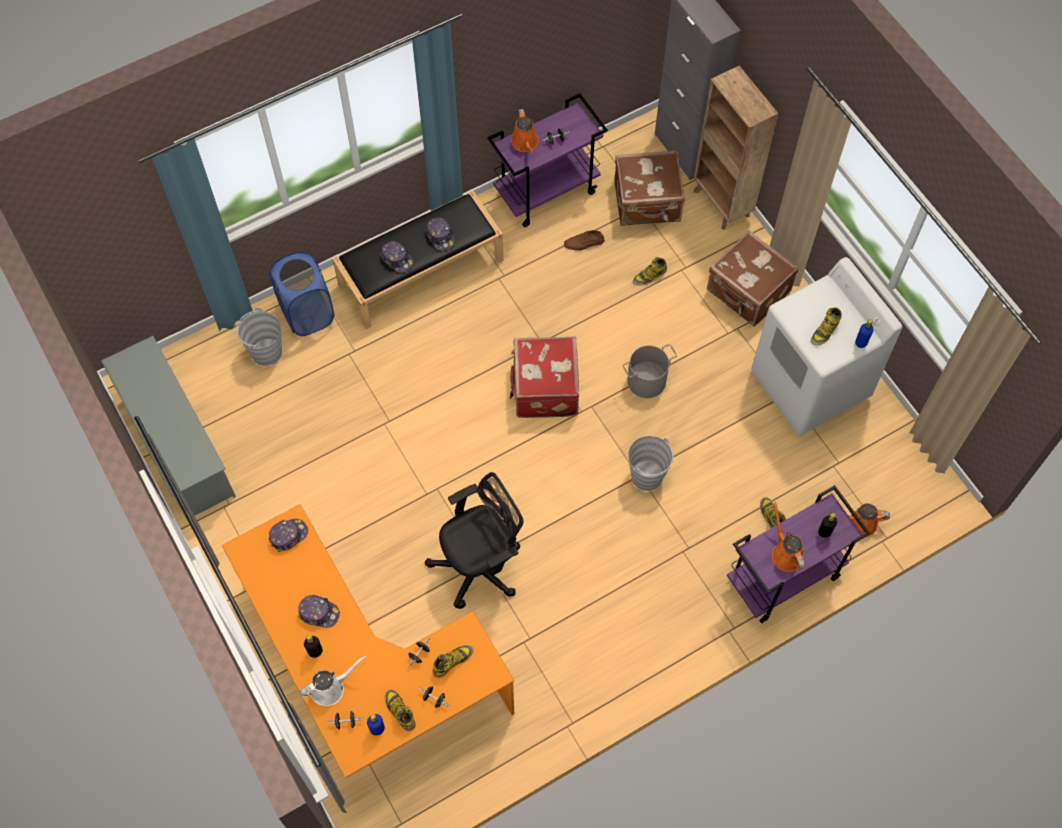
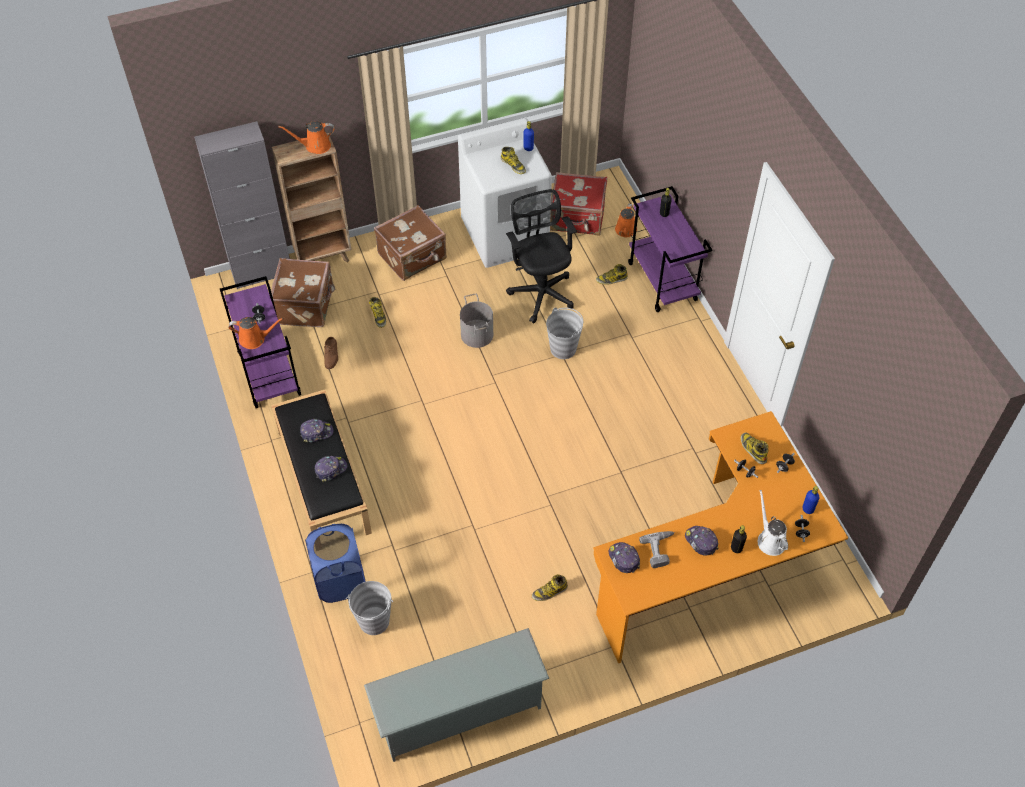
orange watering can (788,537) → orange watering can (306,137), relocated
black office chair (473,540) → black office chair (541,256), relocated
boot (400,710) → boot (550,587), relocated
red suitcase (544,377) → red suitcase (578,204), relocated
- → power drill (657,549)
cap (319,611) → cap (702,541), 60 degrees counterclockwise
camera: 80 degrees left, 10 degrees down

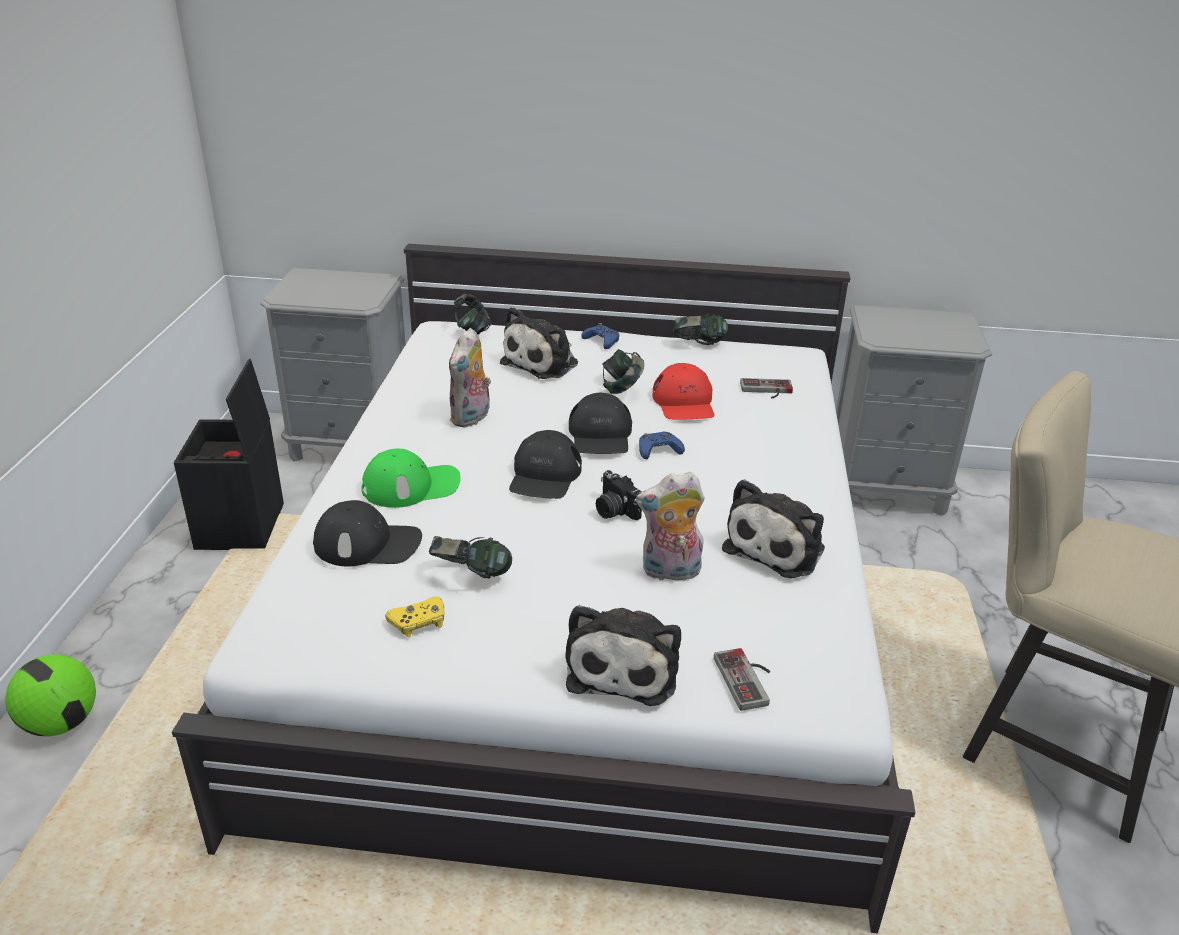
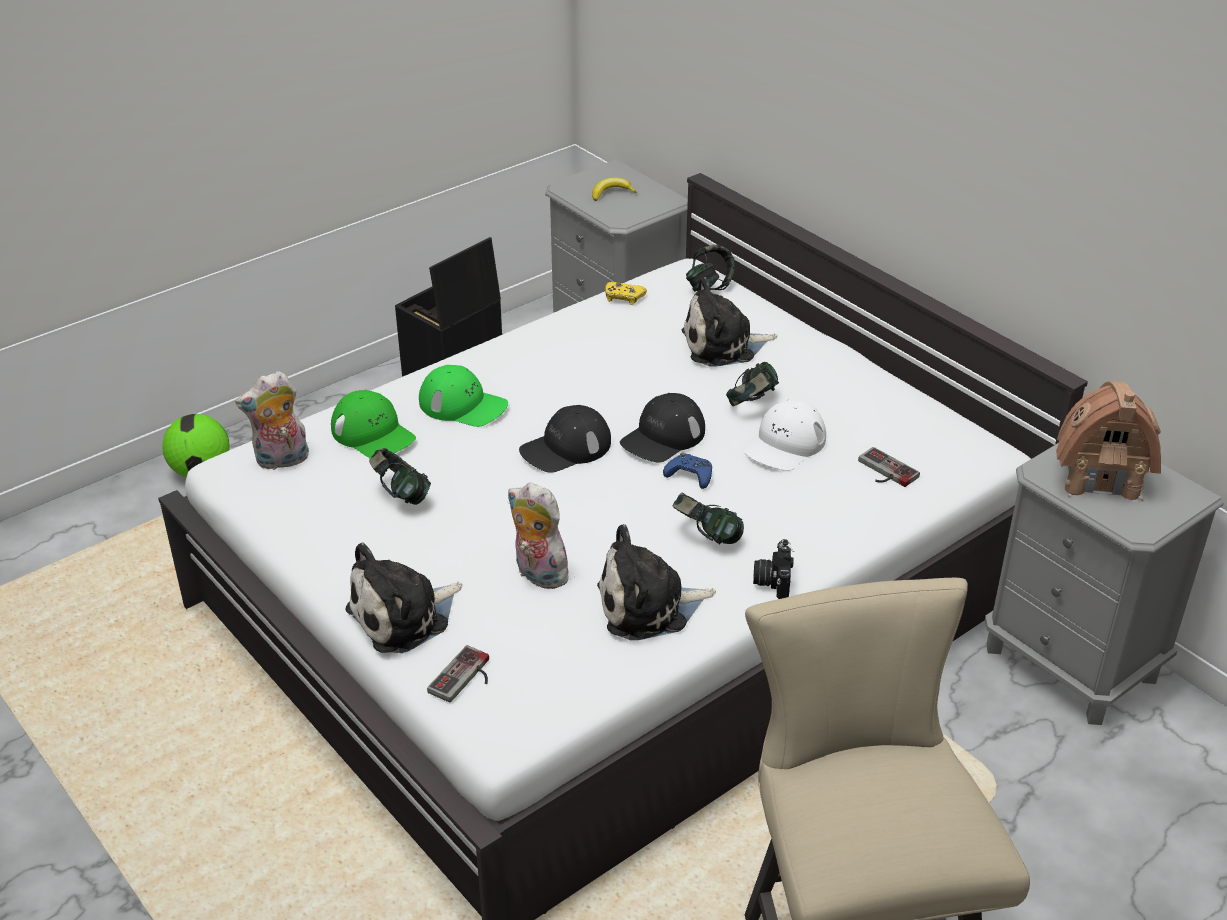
plush toy (470,378) → plush toy (272,420), relocated
black cap (367,533) → green cap (373,424)
- → banana (614,189)
yellow game controller (414,616) → yellow game controller (626,293), relocated
headphones (700,329) → headphones (708,518), relocated
red cap (683,391) → white cap (785,435)
photo camera (619,495) → photo camera (773,569), relocated
- → toy house (1108,442)
blue game controller (600,336) → -
camera: 45 degrees right, 5 degrees up

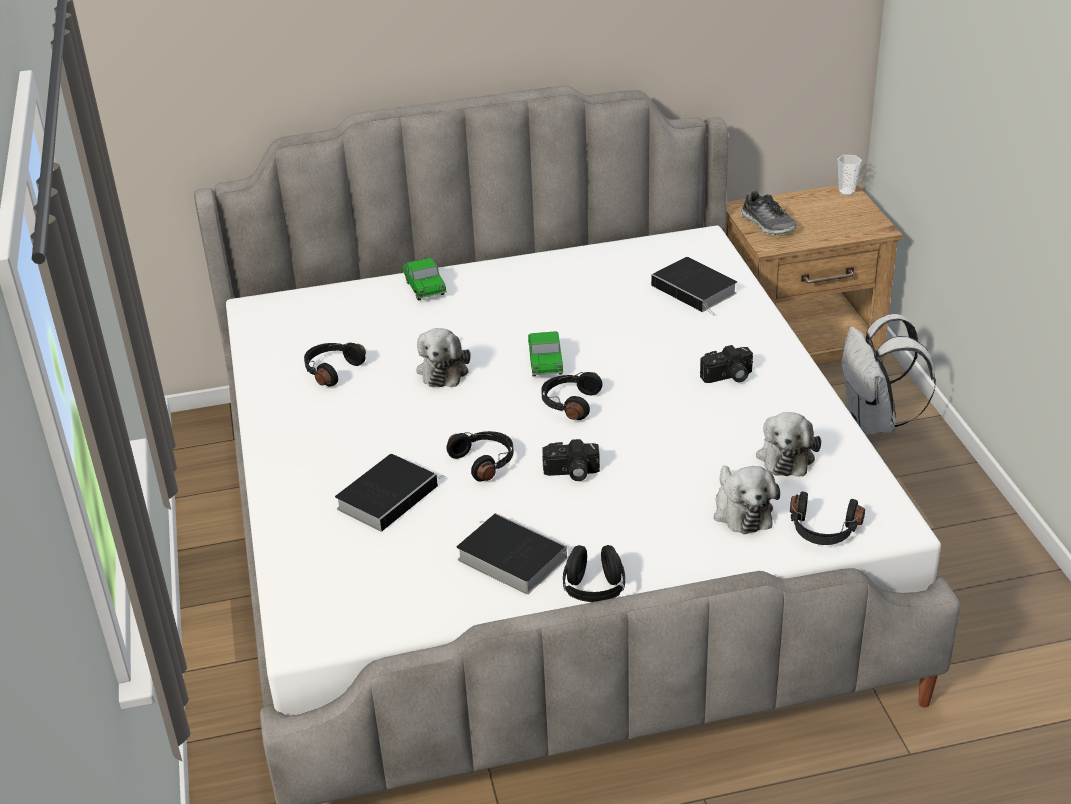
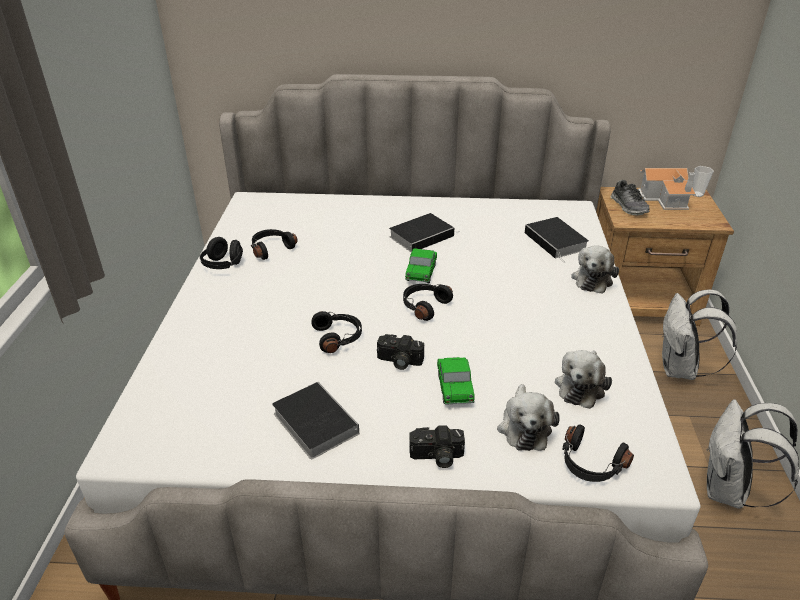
black headphones (594,573) → black headphones (221,253), relocated
book (390,493) → book (423,232), relocated
photo camera (726,364) → photo camera (437,446), relocated
toy car (424,279) → toy car (456,381), relocated
plush toy (443,357) → plush toy (595,269), relocated
- → toy house (667,189)
- → white backpack (752,454)
camera: 15 degrees right, 0 degrees up

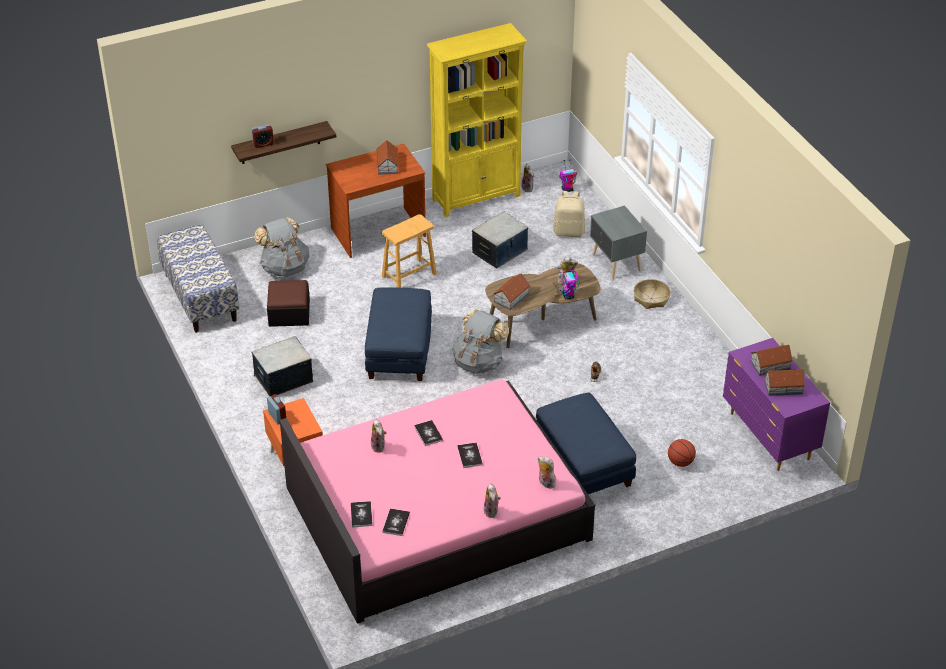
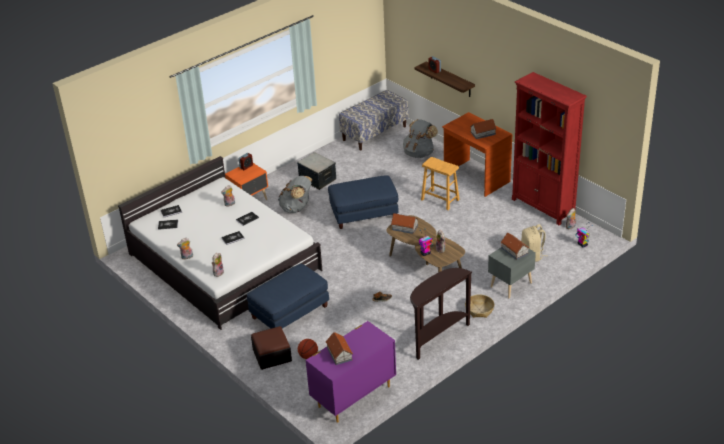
pink bed (437,501) → white bed (220,243)
ottoman (288,303) → ottoman (271,348), relocated
grey backpack (480,342) → grey backpack (295,194), relocated
- → brown console table (441,314)
toy house (771,360) → toy house (515,246), relocated
yellow bookcase (477,120) → red bookcase (549,148)
storage box (500,240) → -
camera: 75 degrees right, 5 degrees down

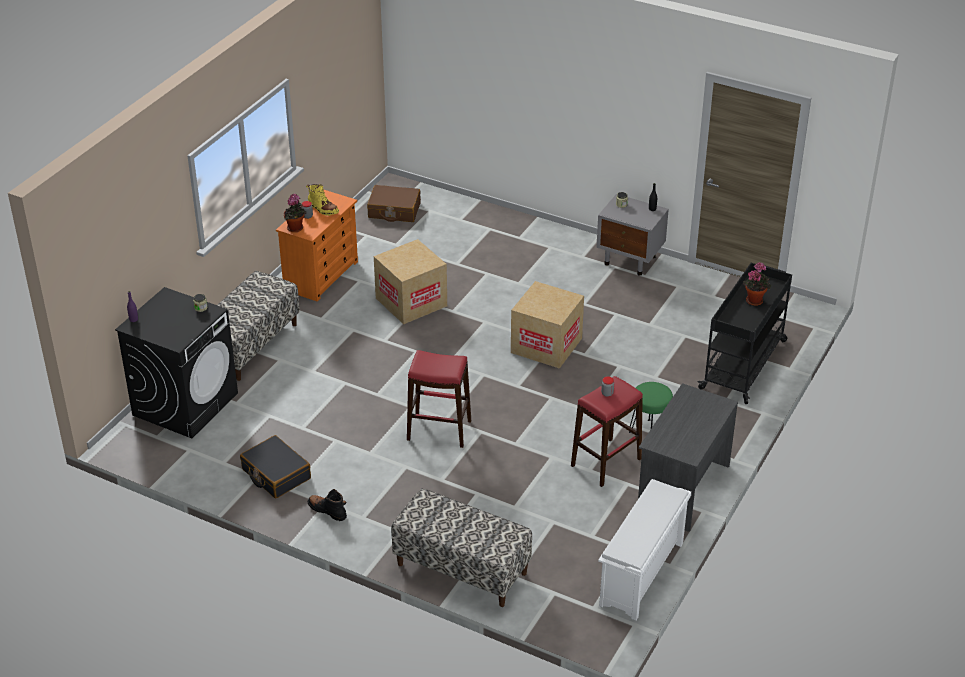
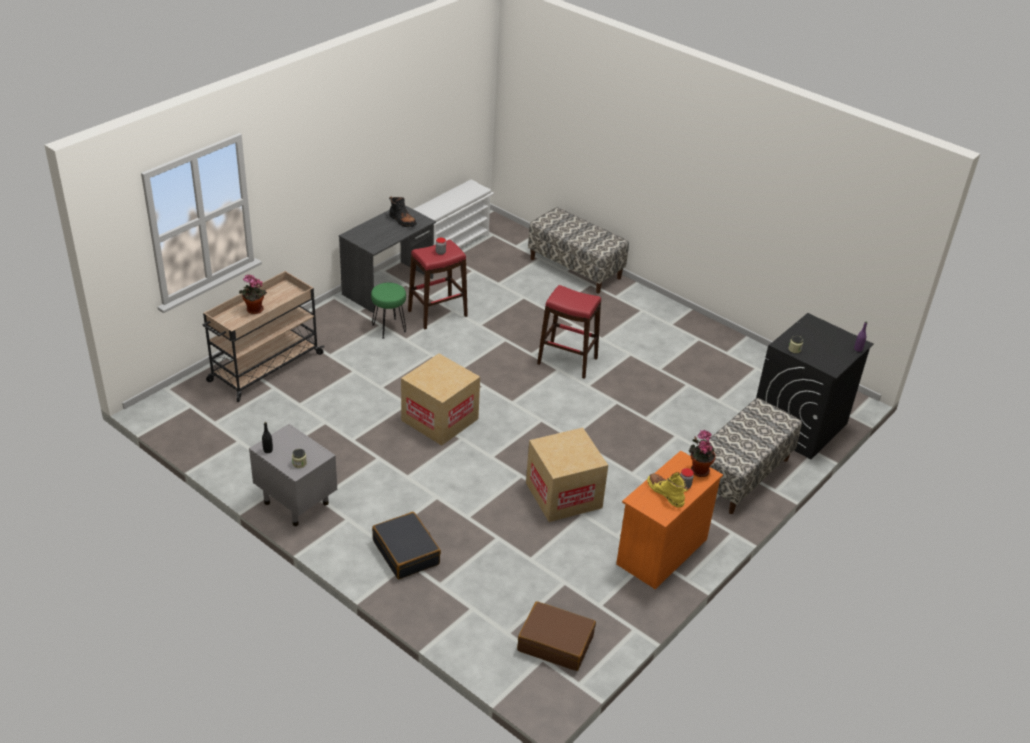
black cart (744,333) → beige cart (263,336)
black suitcase (275,466) → black suitcase (406,545), relocated
black boot (327,505) → black boot (403,212), relocated
camera: 170 degrees left, 0 degrees up

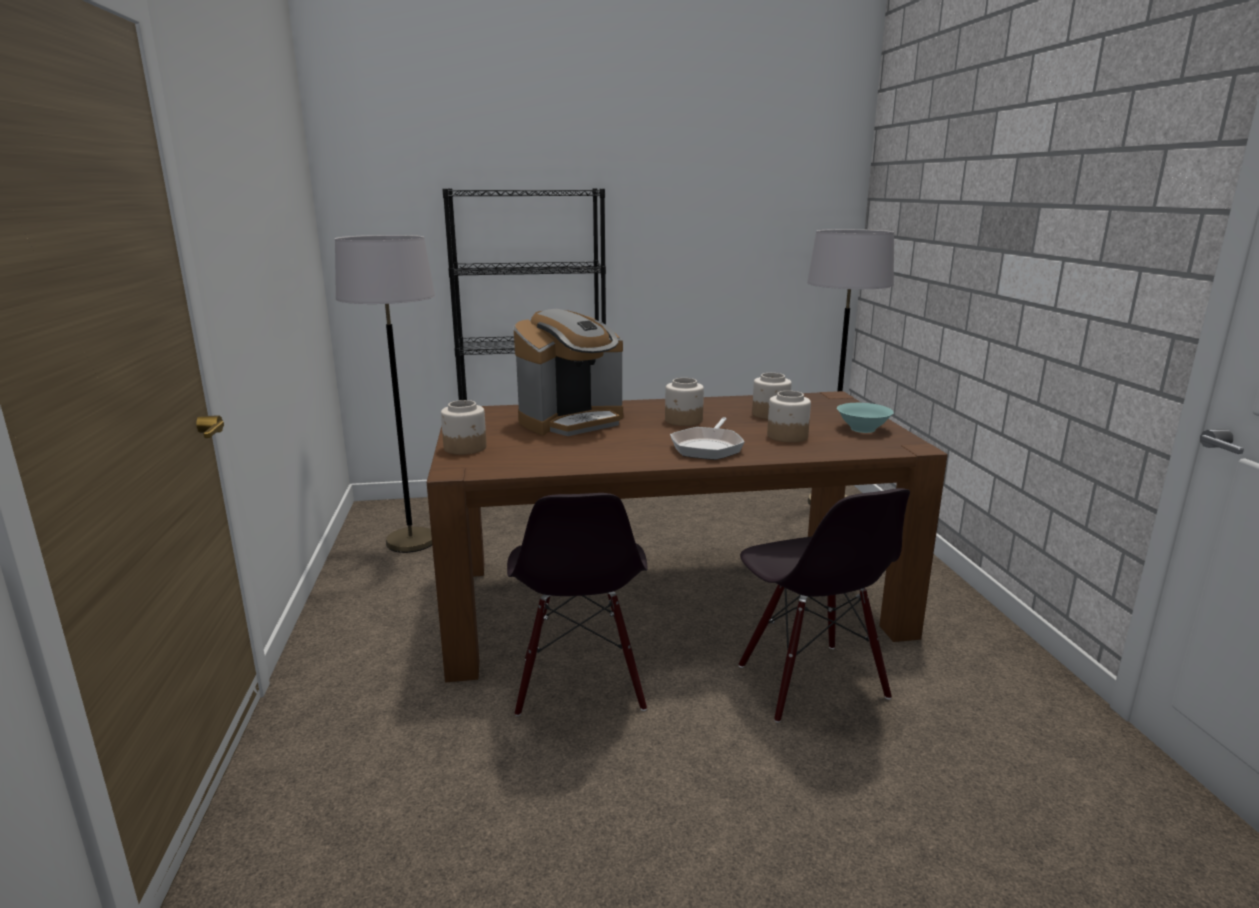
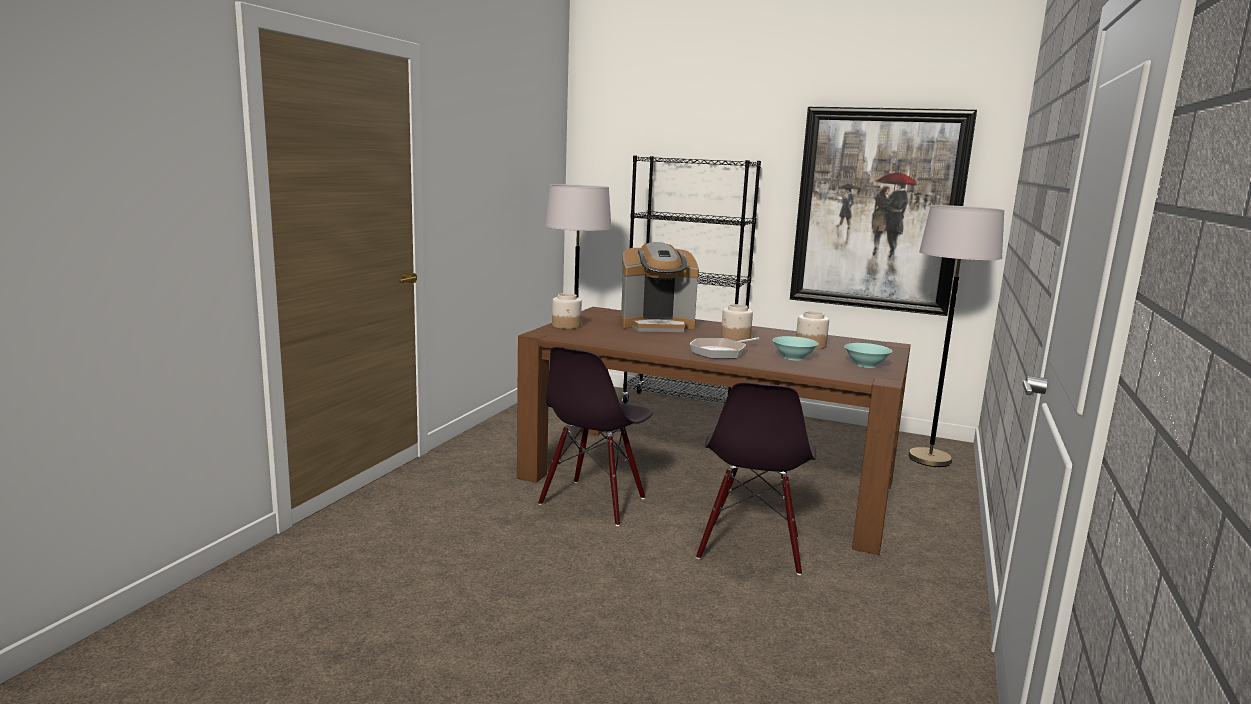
jar (789,417) → turquoise bowl (795,348)
- → picture (883,211)
camera: 30 degrees right, 5 degrees down

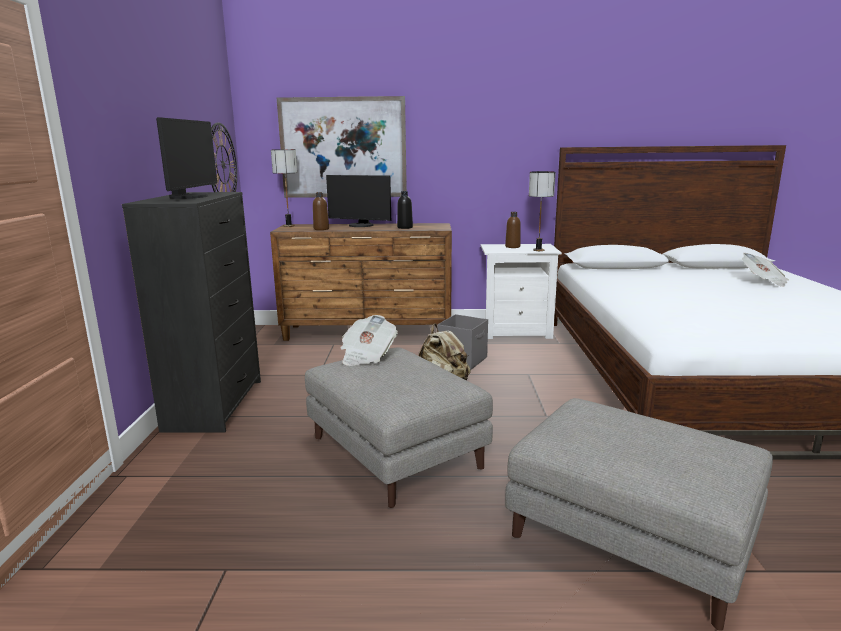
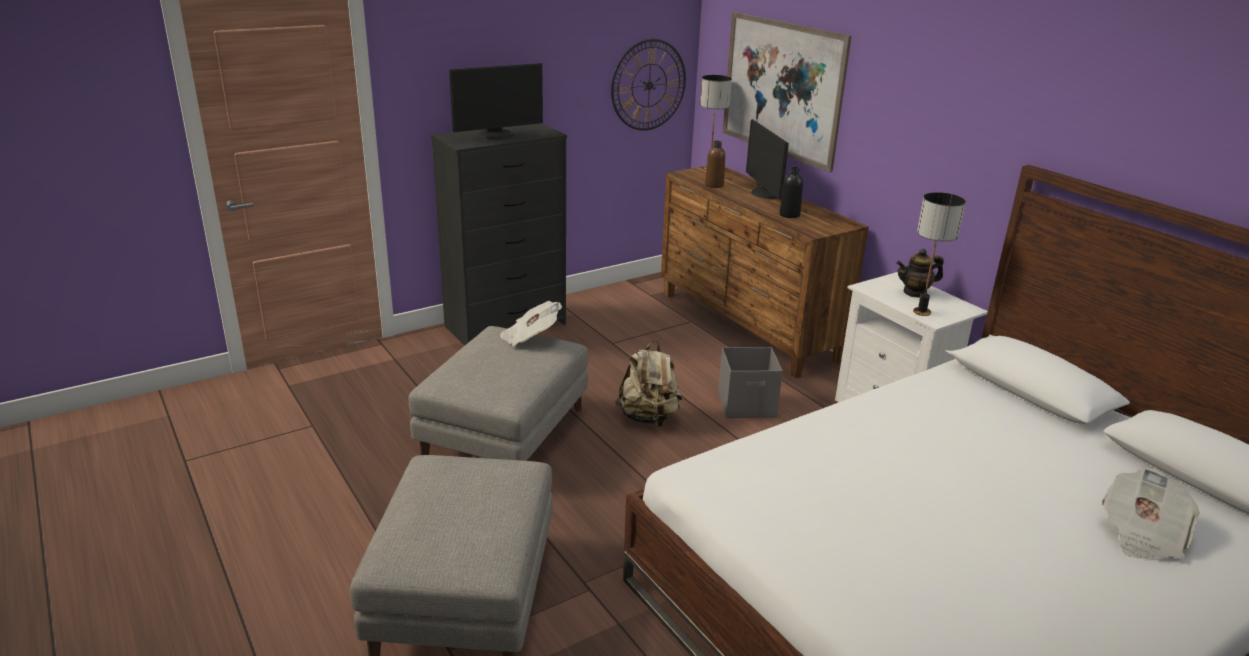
brown bottle (513,230) → teapot (920,273)
camera: 55 degrees right, 10 degrees up

